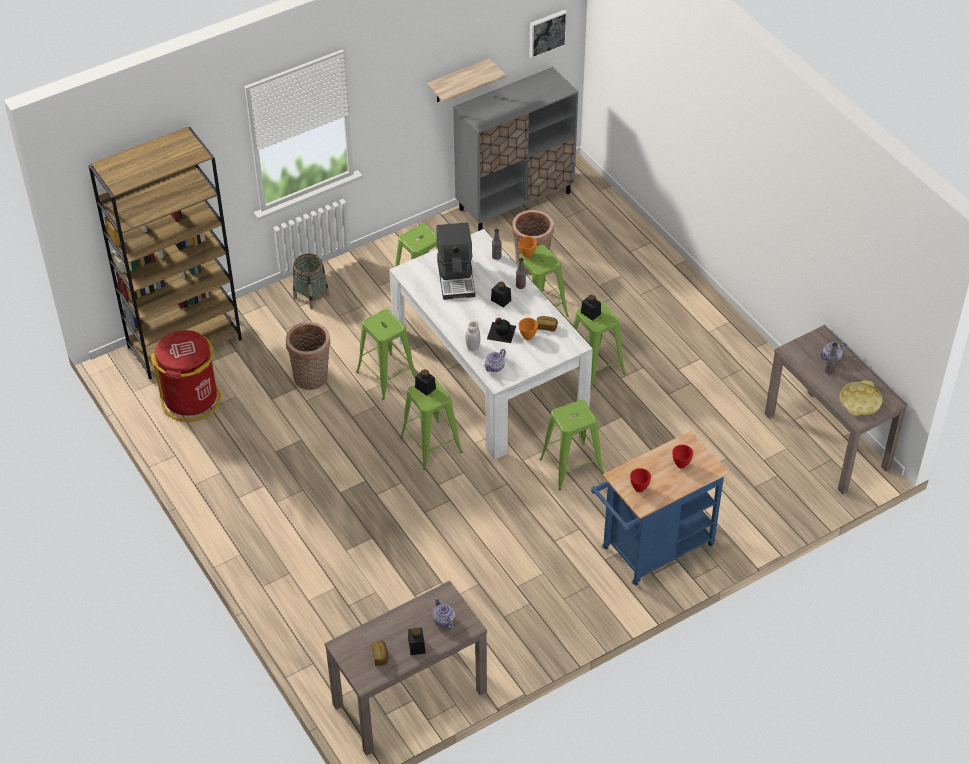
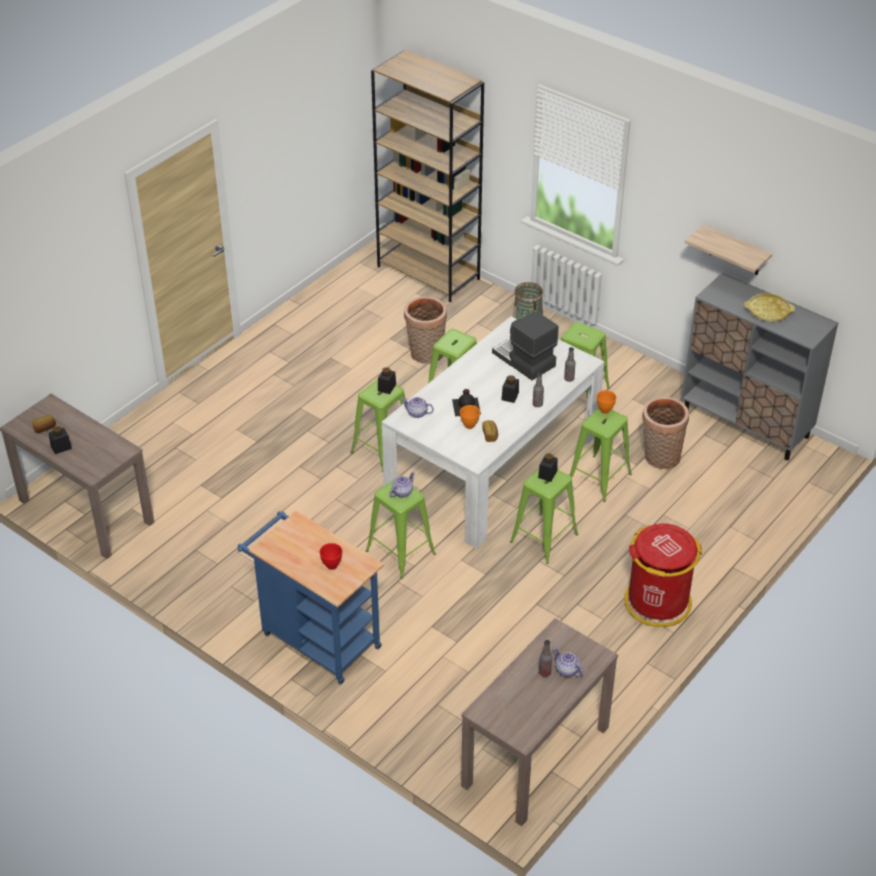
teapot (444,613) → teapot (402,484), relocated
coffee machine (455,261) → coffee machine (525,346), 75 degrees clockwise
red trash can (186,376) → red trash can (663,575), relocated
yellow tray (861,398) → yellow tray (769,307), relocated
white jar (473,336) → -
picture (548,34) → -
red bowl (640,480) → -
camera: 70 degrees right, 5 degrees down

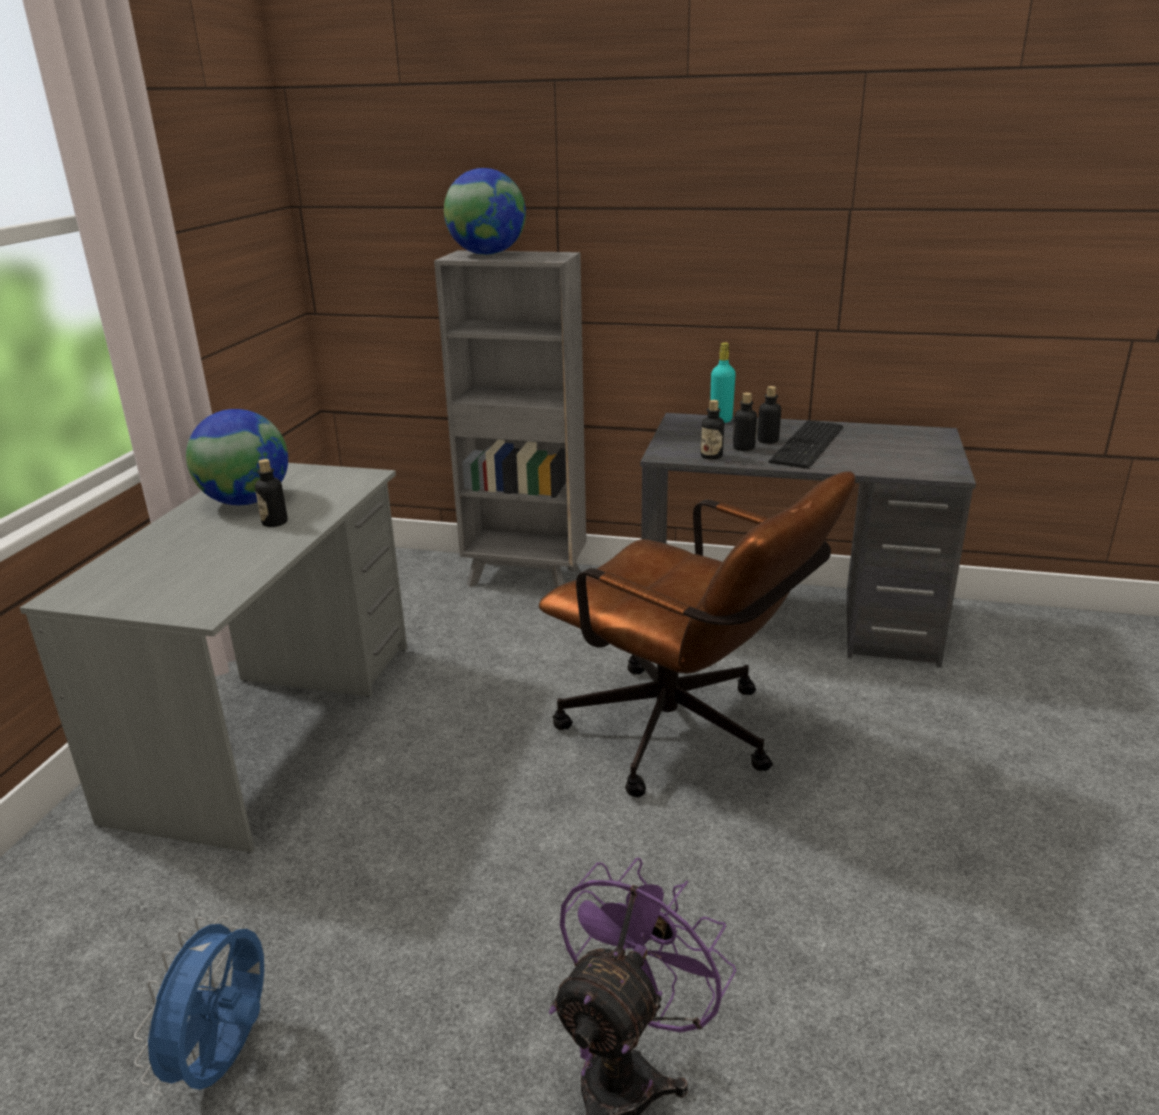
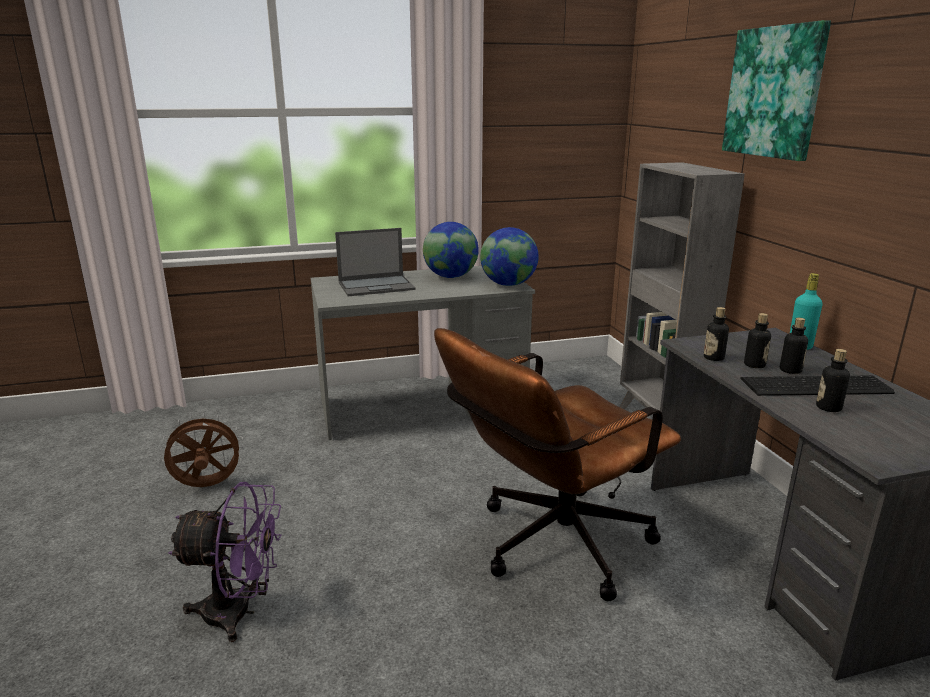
blue fan (199,1005) → brown fan (202,450)
- → laptop (375,262)
brown office chair (697,634) → brown office chair (557,464), 45 degrees clockwise
globe (485,211) → globe (509,256), relocated
- → picture (776,90)
bottle (271,493) → bottle (833,380), relocated
camera: 60 degrees right, 5 degrees down

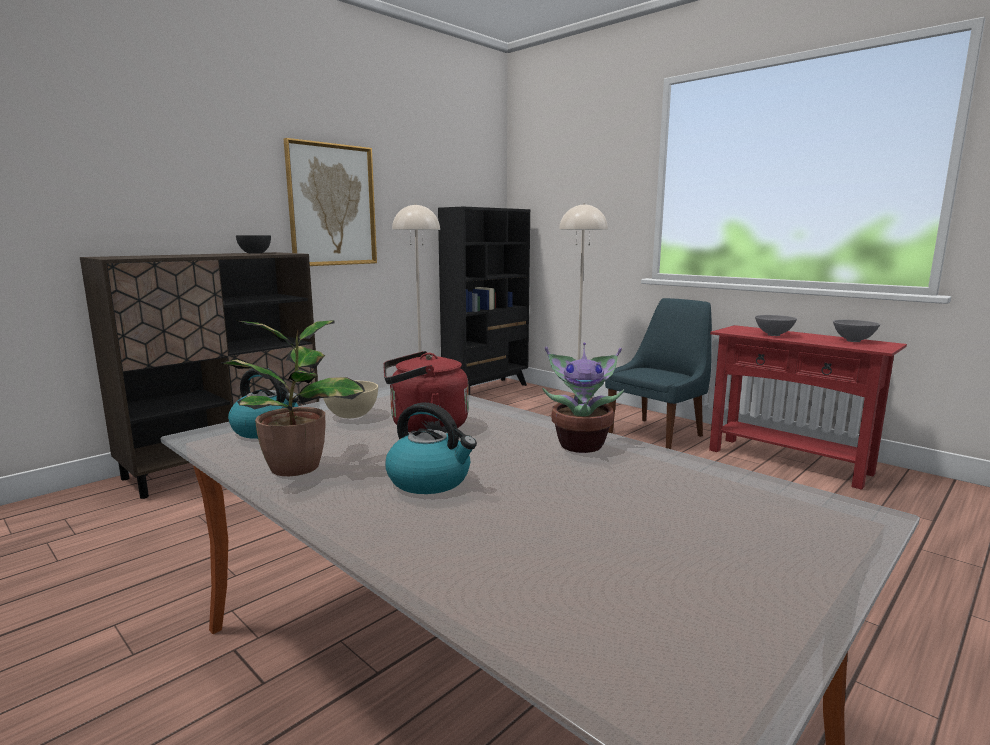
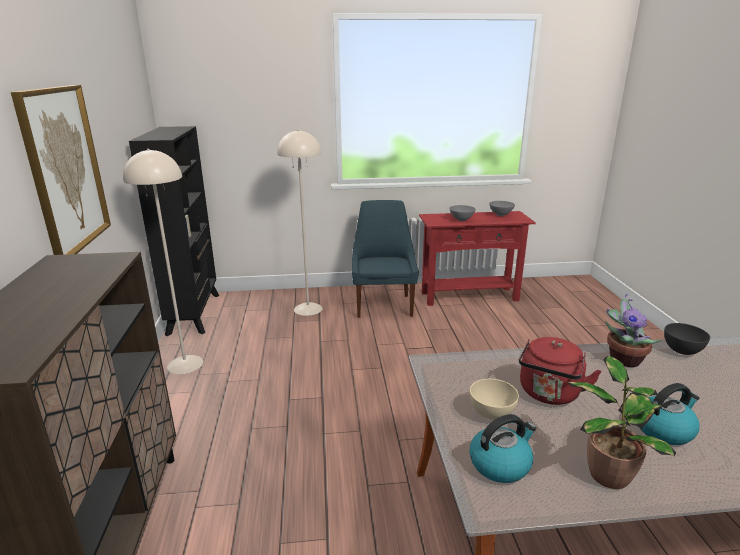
grey bowl (253,244) → grey bowl (687,339), relocated
camera: 50 degrees left, 10 degrees up

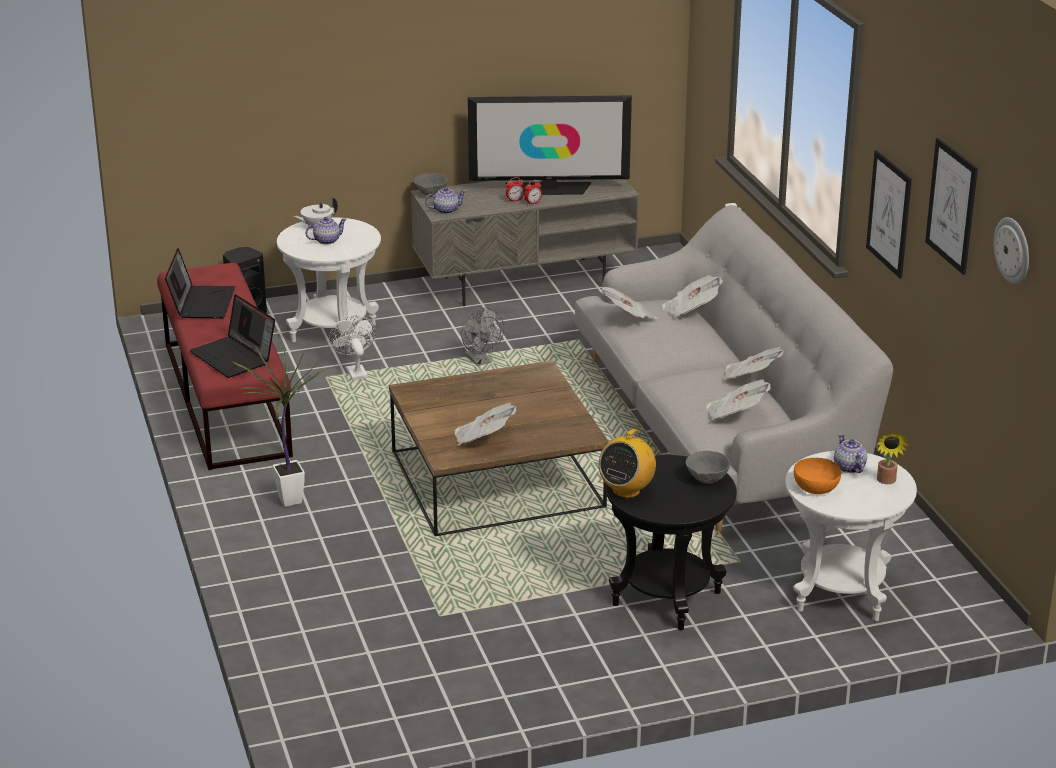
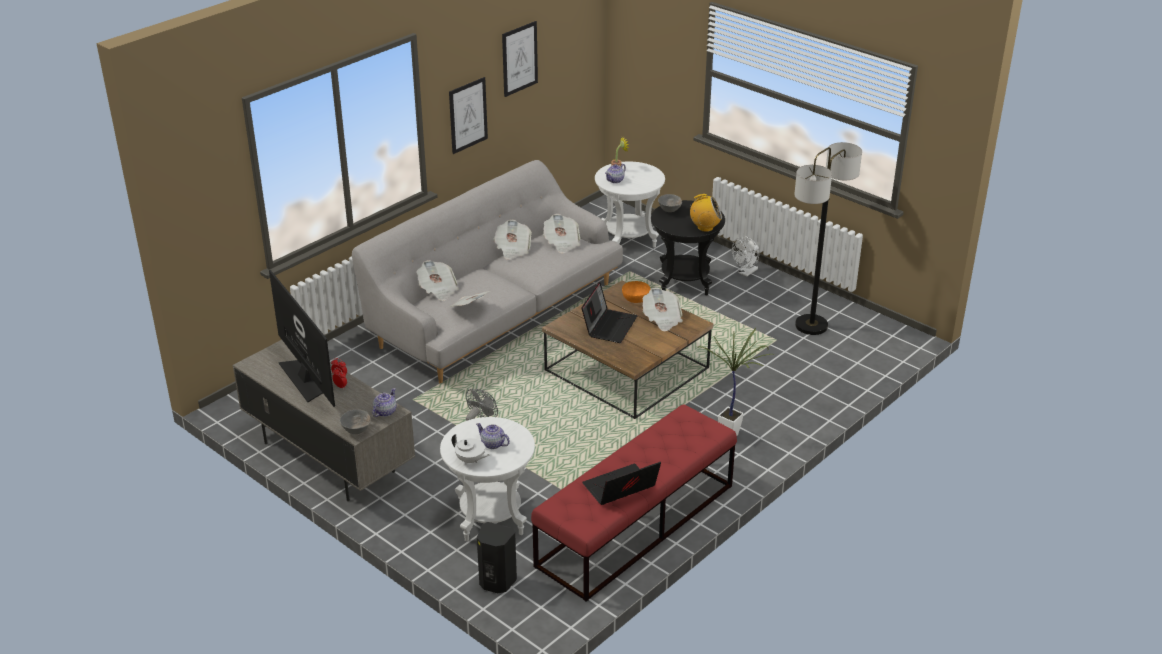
teapot (445,200) → teapot (384,402), 75 degrees clockwise
laptop (232,336) → laptop (609,312), relocated
orange bowl (817,476) → orange bowl (636,292), relocated
white fan (352,348) → white fan (745,256), relocated
- → floor lamp (828,238)
wall clock (1011,250) → -
camera: 120 degrees left, 5 degrees up

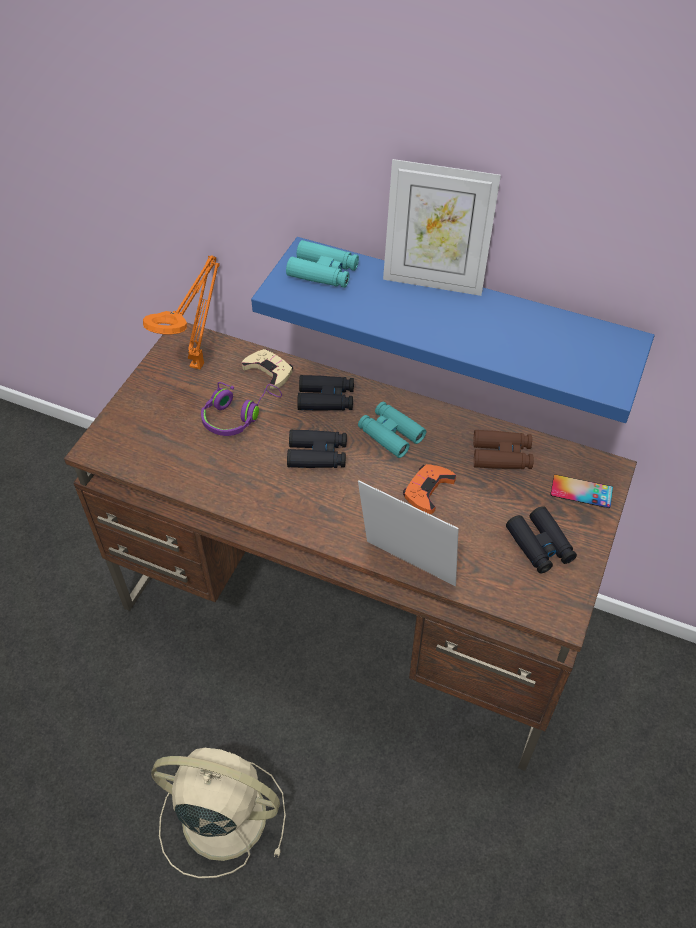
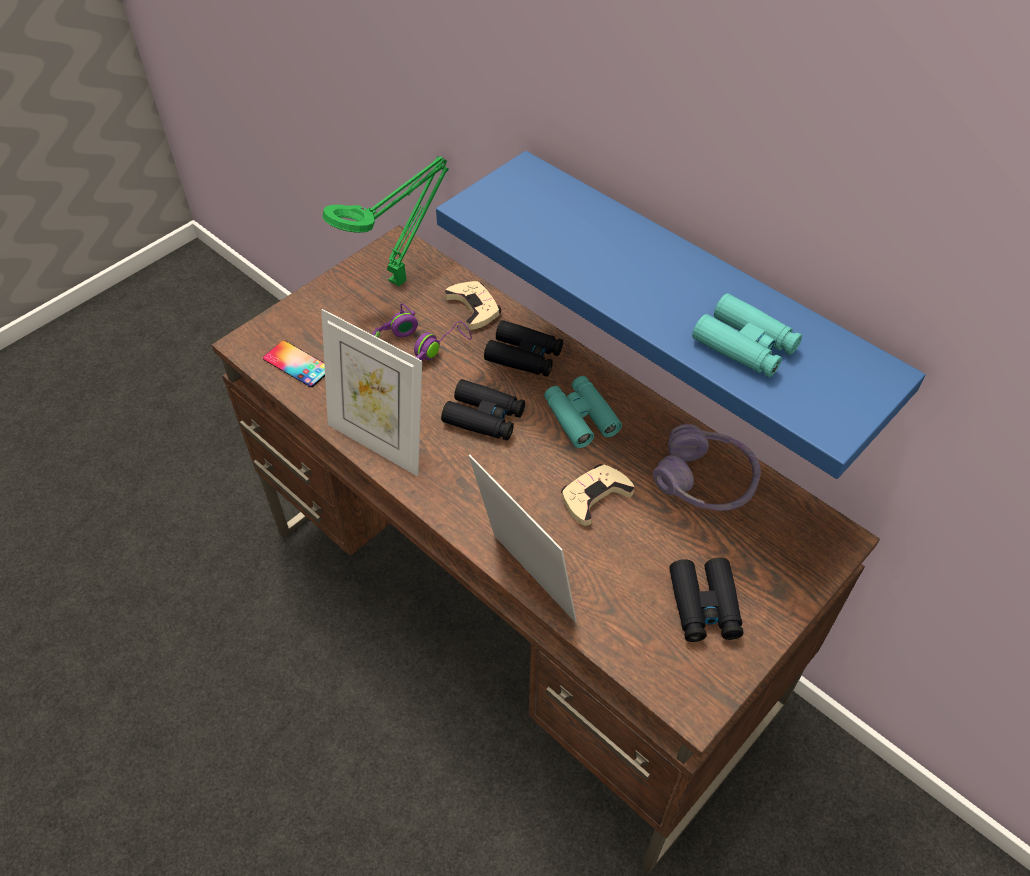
phone (582,491) → phone (294,363), relocated
picture frame (442,227) → picture frame (371,393), relocated
orange table lamp (181,312) → green table lamp (385,221)
orange game controller (429,489) → beige game controller (597,495)
brown binoculars (503,449) → purple headphones (707,467)
turquoise binoculars (322,264) → turquoise binoculars (747,335), relocated
beige fan (218,813) → -
camera: 20 degrees right, 0 degrees up

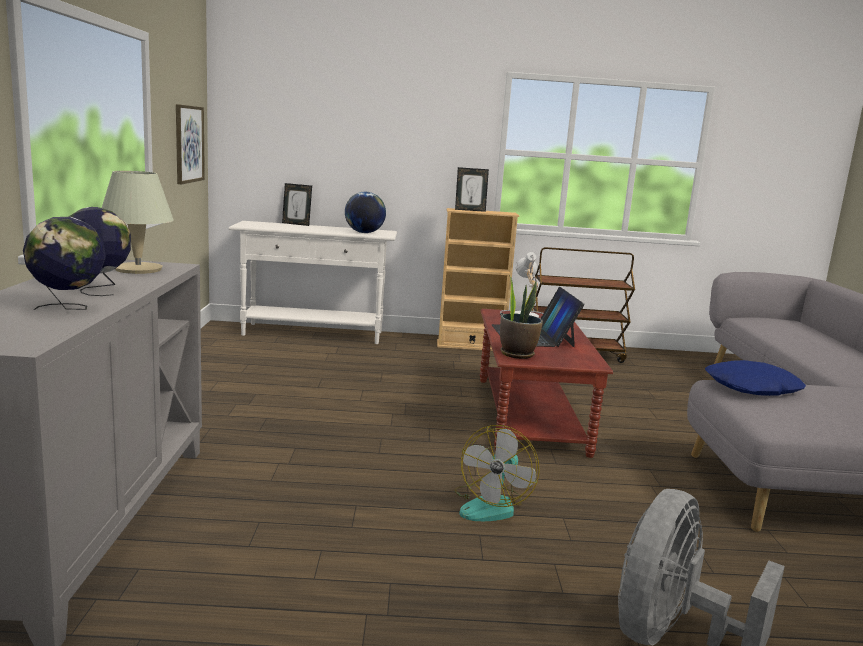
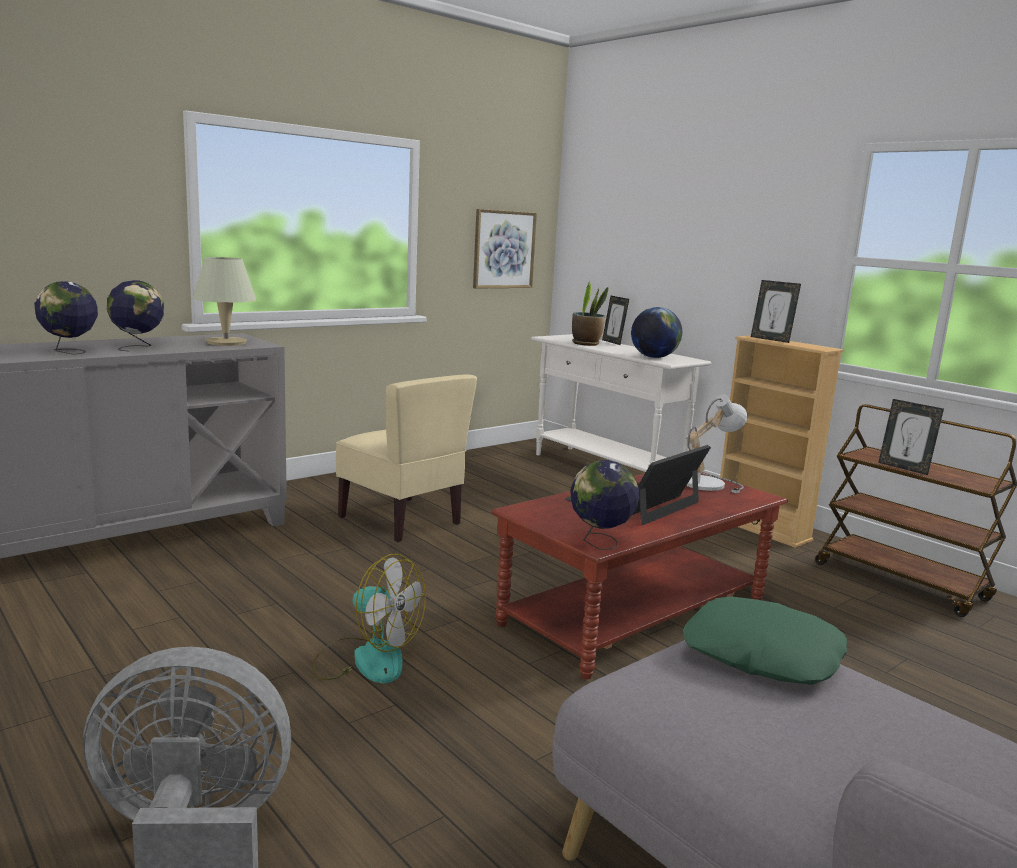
fan (497,473) → fan (369,618), 135 degrees counterclockwise
- → beige chair (406,458)
- → globe (604,505)
potted plant (521,317) → potted plant (590,313), relocated
blue pillow (755,378) → green pillow (766,641)
- → picture frame (911,437)
camera: 50 degrees right, 0 degrees up

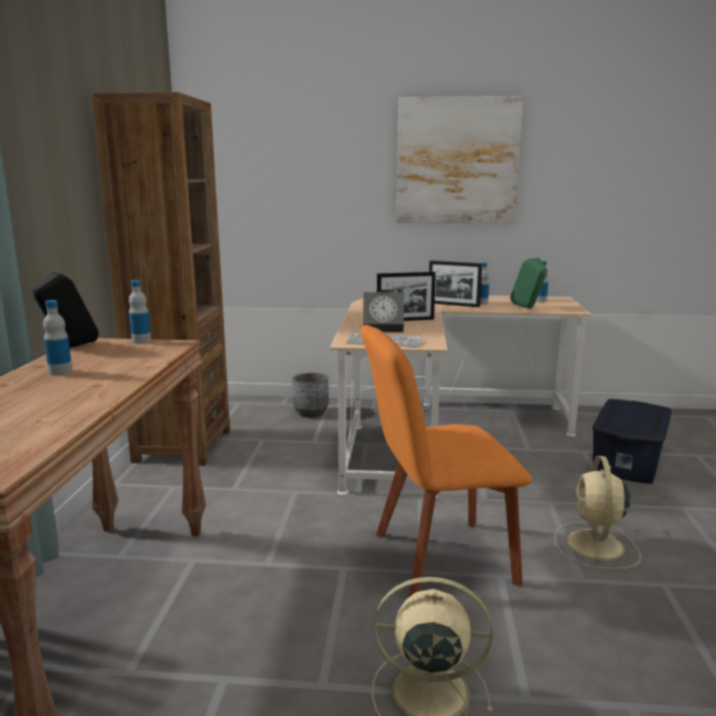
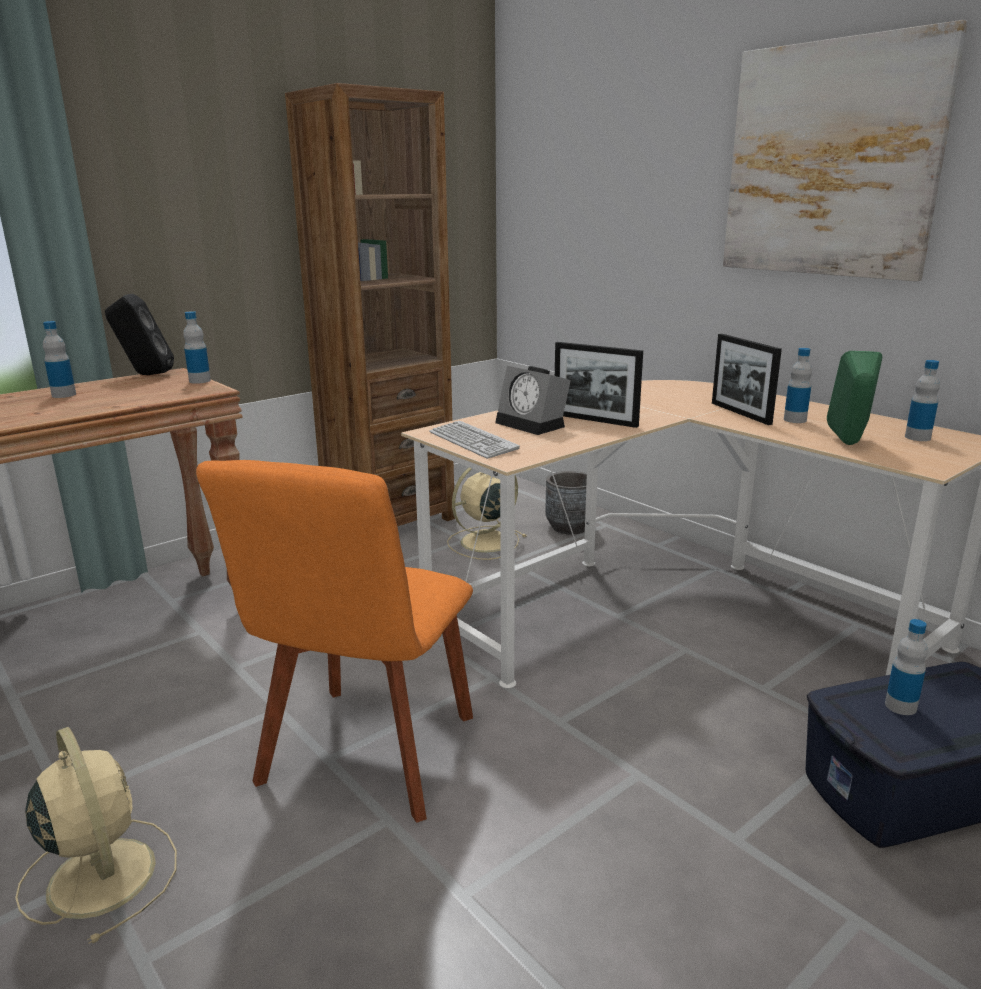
orange chair (446,461) → orange chair (334,641), 105 degrees counterclockwise
beige fan (597,512) → beige fan (486,513), relocated
- → bottle (906,667)
camera: 45 degrees right, 5 degrees up

